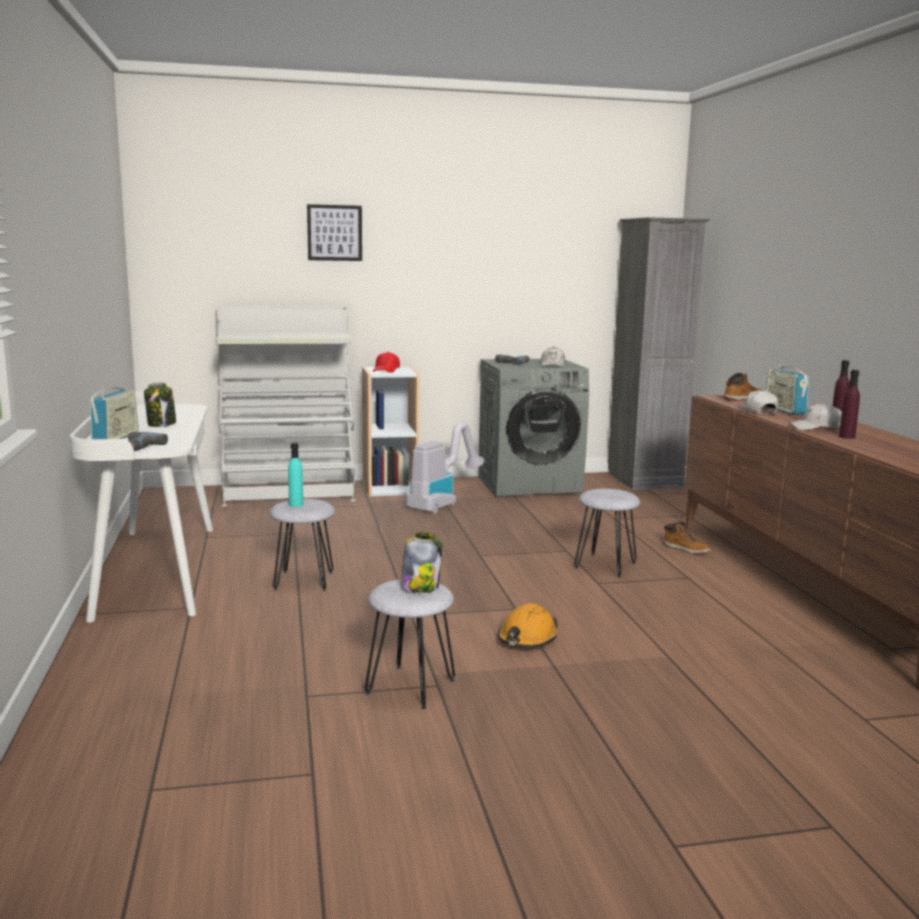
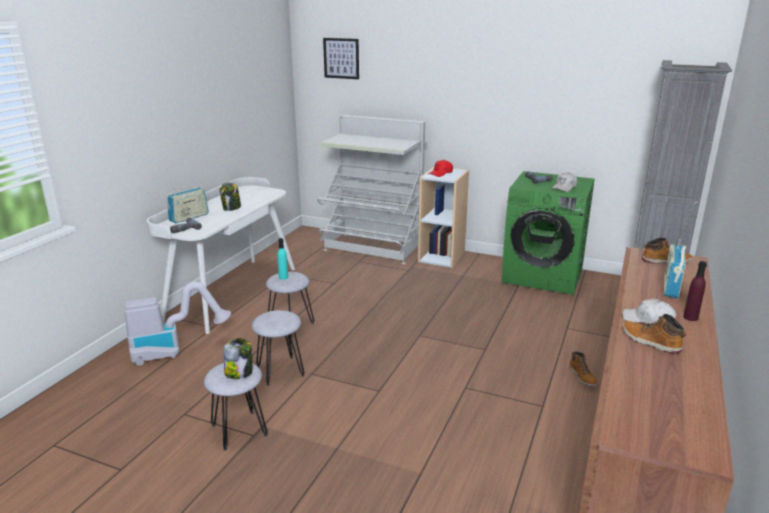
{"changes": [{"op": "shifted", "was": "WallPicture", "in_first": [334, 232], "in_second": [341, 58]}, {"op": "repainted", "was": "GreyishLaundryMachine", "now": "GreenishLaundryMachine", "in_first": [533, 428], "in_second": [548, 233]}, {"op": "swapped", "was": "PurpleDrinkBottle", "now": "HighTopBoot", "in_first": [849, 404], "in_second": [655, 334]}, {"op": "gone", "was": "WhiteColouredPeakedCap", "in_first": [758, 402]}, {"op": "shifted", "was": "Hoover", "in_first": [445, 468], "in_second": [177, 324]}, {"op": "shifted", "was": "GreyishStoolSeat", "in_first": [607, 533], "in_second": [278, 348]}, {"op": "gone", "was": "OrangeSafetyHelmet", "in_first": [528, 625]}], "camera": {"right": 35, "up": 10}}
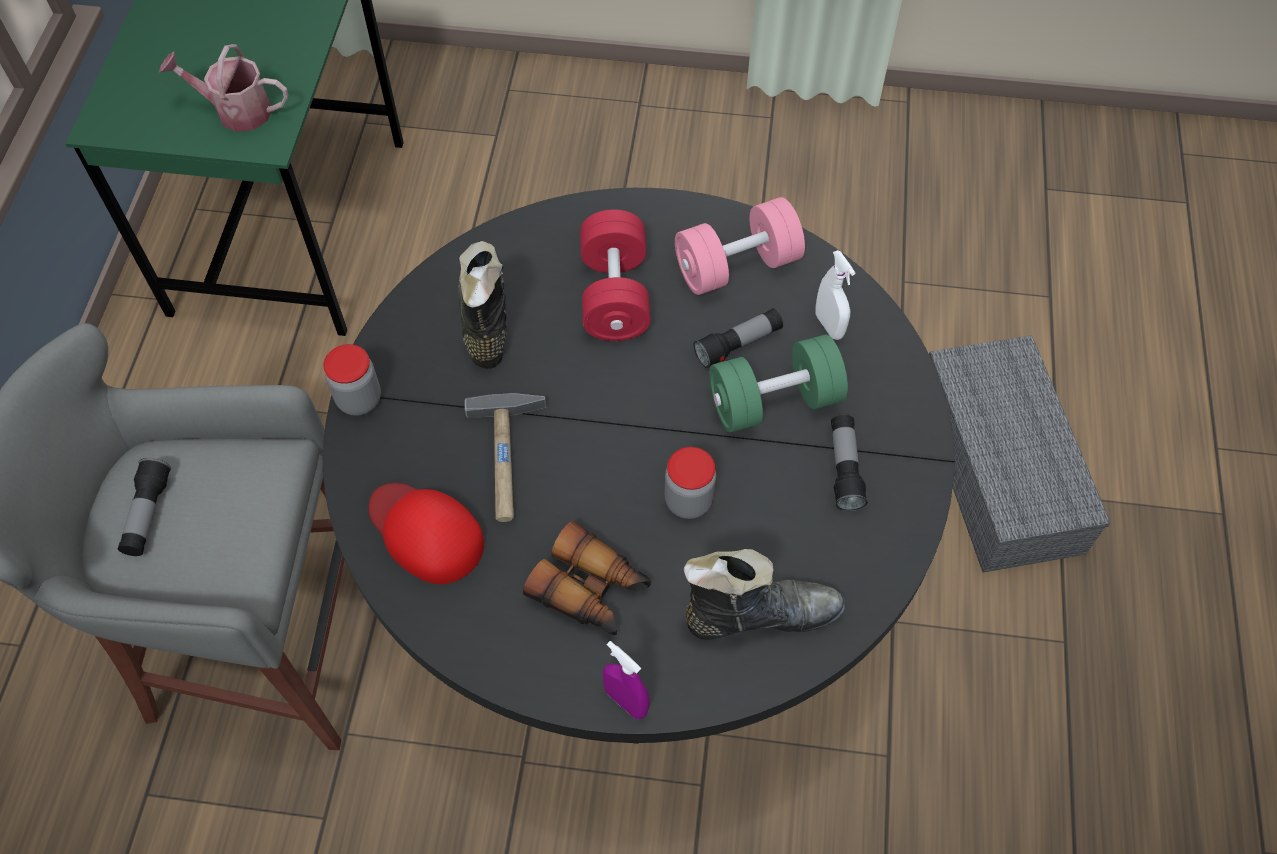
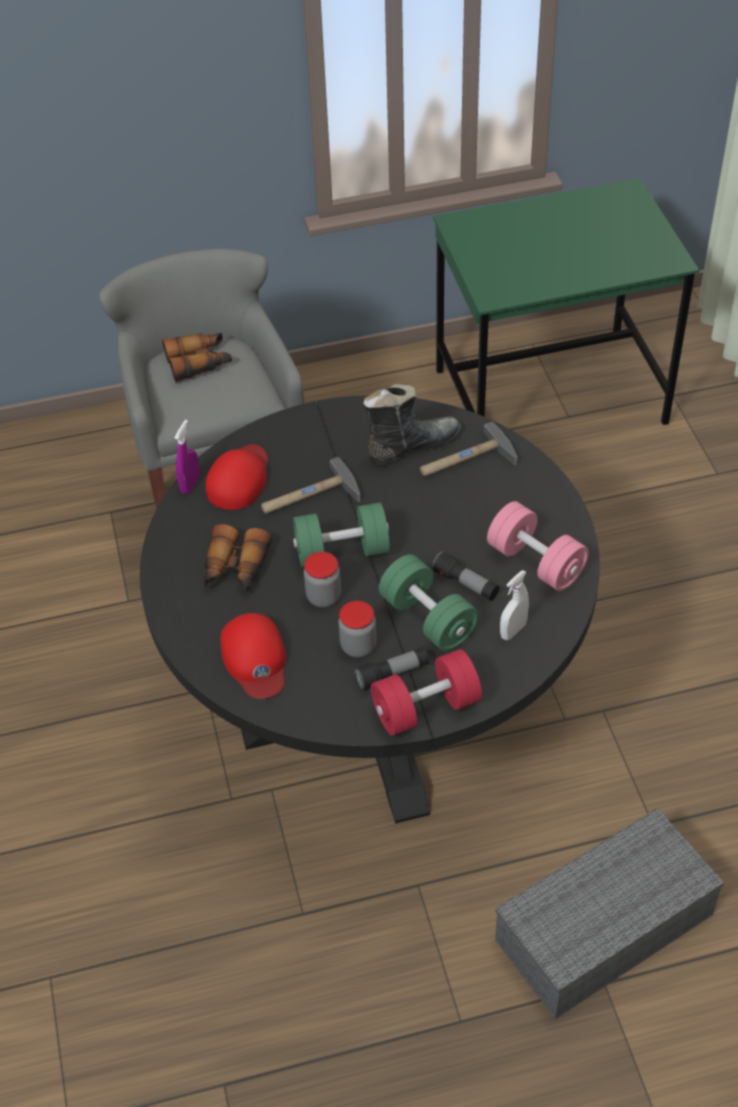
{"changes": [{"op": "gone", "was": "WateringPot", "in_first": [223, 88]}, {"op": "shifted", "was": "ReddishFreeWeight", "in_first": [615, 275], "in_second": [426, 692]}, {"op": "shifted", "was": "PreserveJar", "in_first": [352, 380], "in_second": [358, 629]}, {"op": "swapped", "was": "Flashlight", "now": "PairOfBinoculars", "in_first": [144, 507], "in_second": [197, 357]}, {"op": "swapped", "was": "BlackishHighTopBoot", "now": "ReddishPeakedCap", "in_first": [764, 594], "in_second": [253, 656]}, {"op": "shifted", "was": "PurpleSprayer", "in_first": [626, 680], "in_second": [187, 457]}, {"op": "new", "now": "HandHammer", "in_second": [468, 449]}, {"op": "new", "now": "GreenishFreeWeight", "in_second": [341, 535]}], "camera": {"right": 70, "up": -10}}
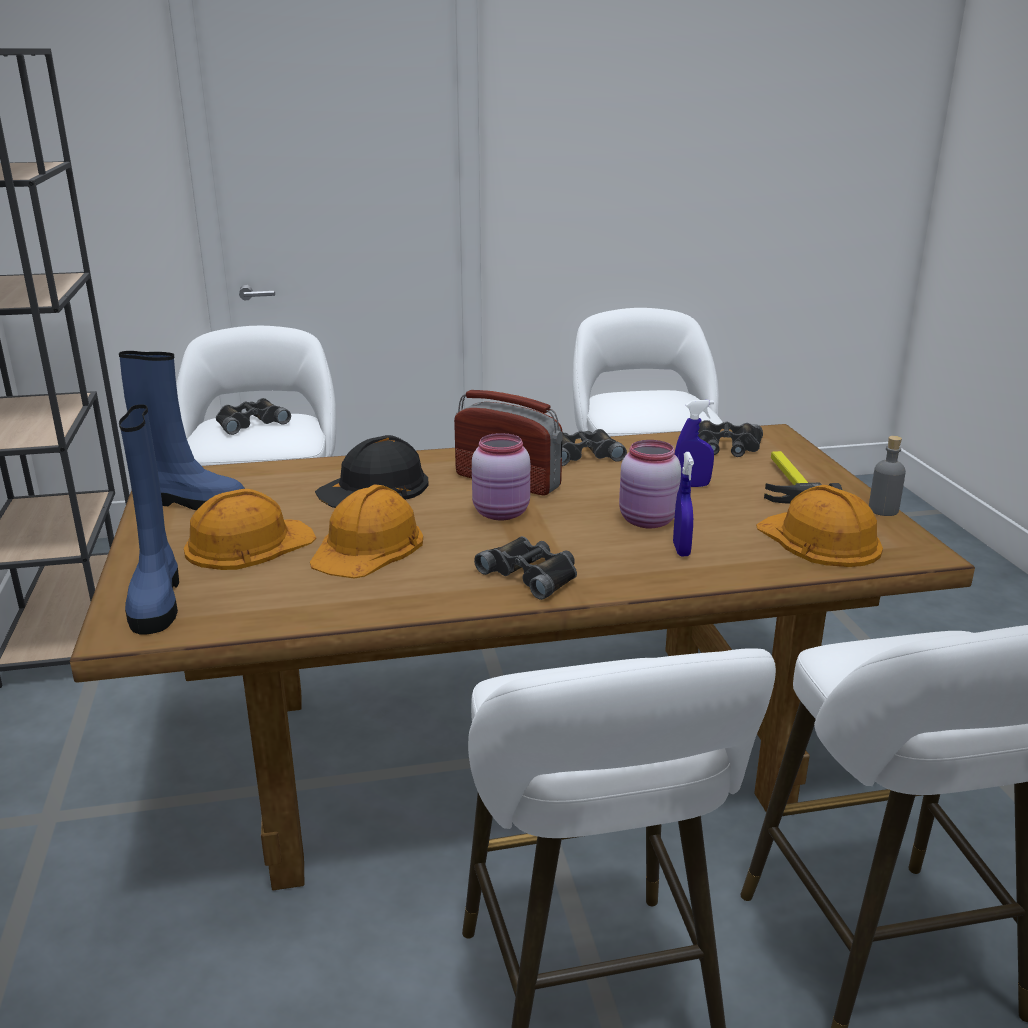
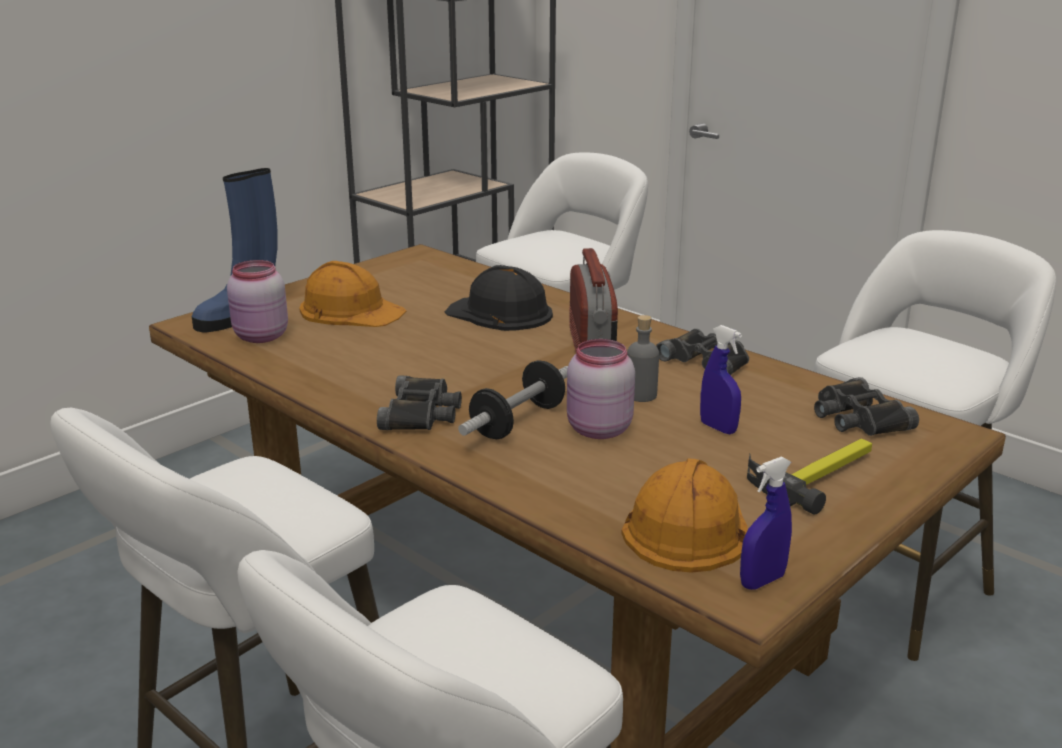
{"changes": [{"op": "gone", "was": "BluishHighTopBoot", "in_first": [182, 430]}, {"op": "gone", "was": "BlackishPairOfBinoculars", "in_first": [253, 416]}, {"op": "shifted", "was": "PinkishPreserveJar", "in_first": [501, 476], "in_second": [257, 301]}, {"op": "shifted", "was": "GreyishDrinkBottle", "in_first": [887, 476], "in_second": [643, 358]}, {"op": "shifted", "was": "BluishSprayer", "in_first": [683, 504], "in_second": [766, 523]}, {"op": "gone", "was": "OrangeSafetyHelmet", "in_first": [366, 531]}, {"op": "new", "now": "FreeWeight", "in_second": [513, 399]}], "camera": {"right": 55, "up": 0}}
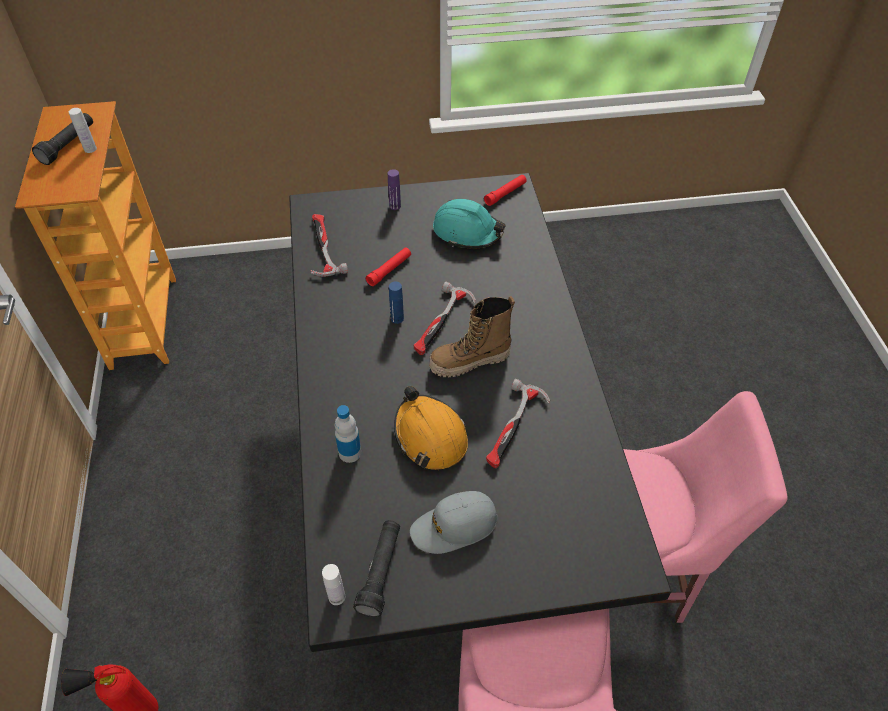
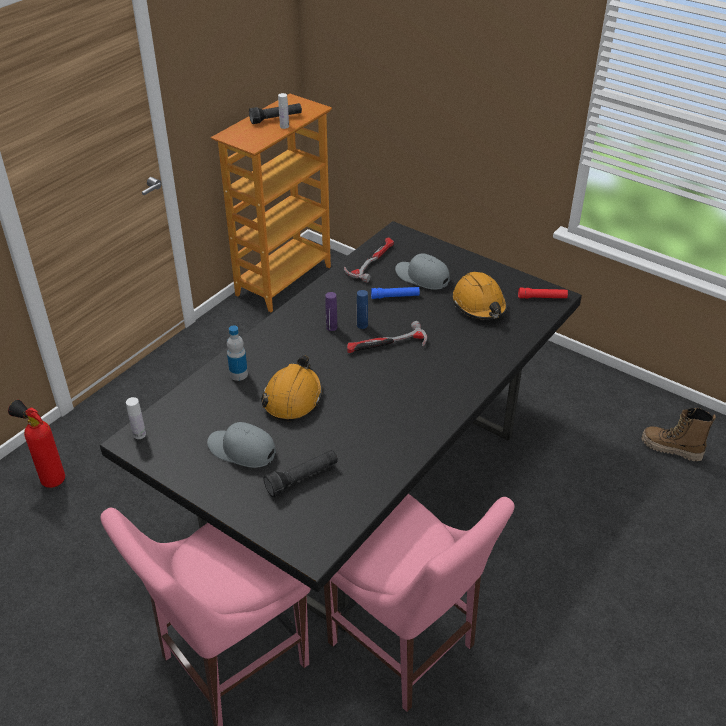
{"changes": [{"op": "shifted", "was": "PurpleDrinkBottle", "in_first": [394, 189], "in_second": [331, 311]}, {"op": "repainted", "was": "TurquoiseColouredSafetyHelmet", "now": "OrangeSafetyHelmet", "in_first": [469, 224], "in_second": [480, 296]}, {"op": "repainted", "was": "ReddishFlashlight", "now": "BluishFlashlight", "in_first": [388, 267], "in_second": [395, 293]}, {"op": "shifted", "was": "HighTopBoot", "in_first": [472, 336], "in_second": [678, 434]}, {"op": "gone", "was": "HandHammer", "in_first": [518, 423]}, {"op": "shifted", "was": "BlackishFlashlight", "in_first": [376, 568], "in_second": [300, 473]}, {"op": "new", "now": "GreyishPeakedCap", "in_second": [422, 272]}], "camera": {"right": 45, "up": -10}}
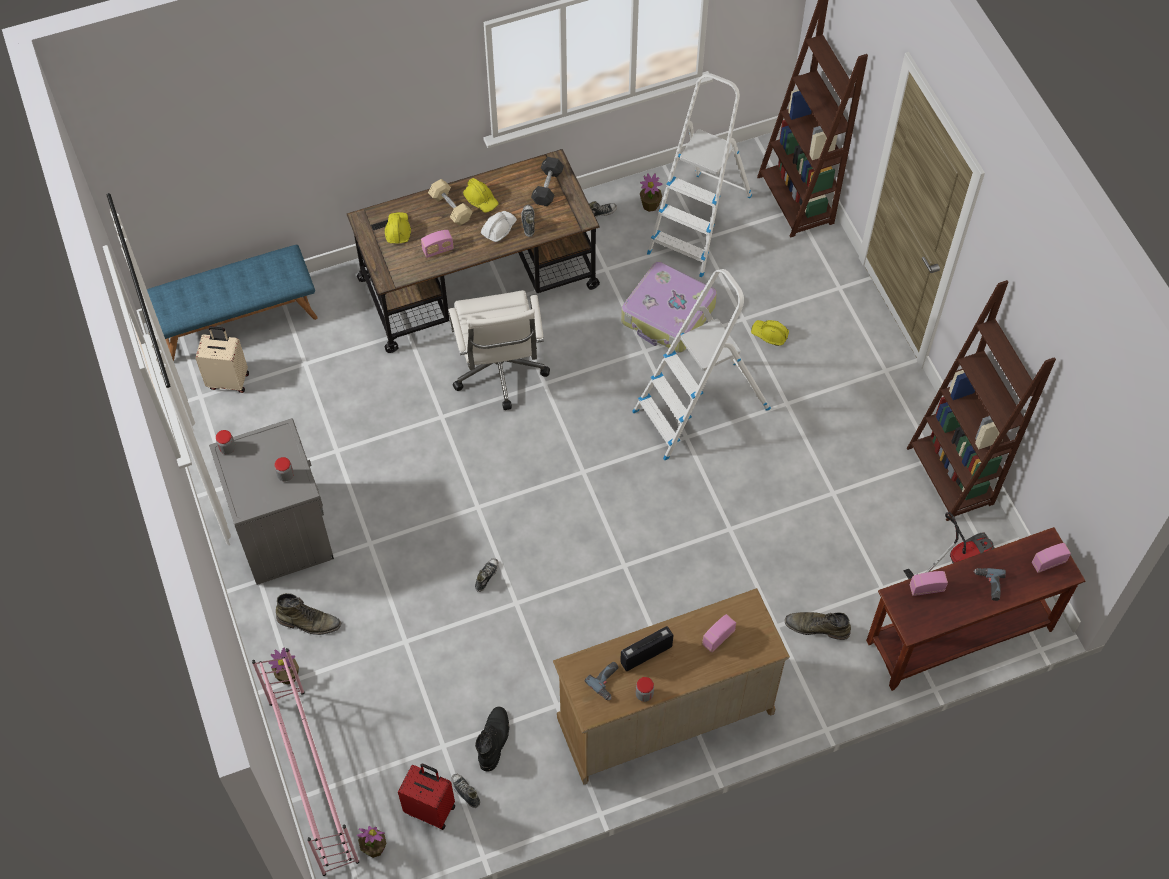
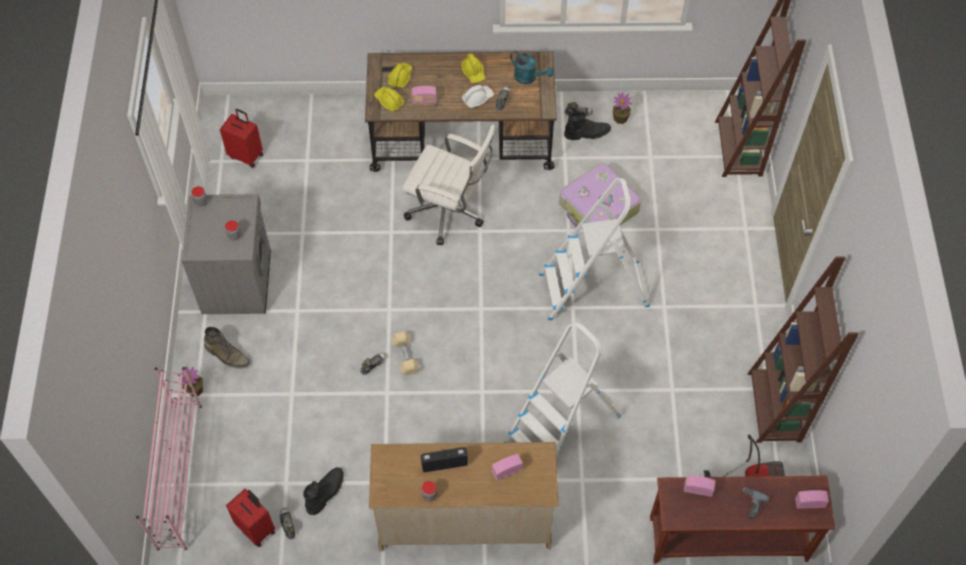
{"changes": [{"op": "shifted", "was": "WhiteColouredStepLadder", "in_first": [699, 175], "in_second": [562, 389]}, {"op": "swapped", "was": "BlackishFreeWeight", "now": "TurquoiseColouredWateringPot", "in_first": [547, 181], "in_second": [532, 67]}, {"op": "shifted", "was": "BeigeFreeWeight", "in_first": [450, 202], "in_second": [405, 353]}, {"op": "gone", "was": "BluishIndoorBench", "in_first": [232, 303]}, {"op": "rotated", "was": "WhiteColouredComputerChair", "in_first": [499, 350], "in_second": [448, 184], "clockwise": -75}, {"op": "shifted", "was": "YellowSafetyHelmet", "in_first": [770, 333], "in_second": [389, 99]}, {"op": "repainted", "was": "BeigeSuitcase", "now": "ReddishSuitcase", "in_first": [222, 359], "in_second": [241, 138]}, {"op": "gone", "was": "GreenishHighTopBoot", "in_first": [818, 626]}, {"op": "gone", "was": "ElectricDrill", "in_first": [602, 681]}, {"op": "gone", "was": "PottedPlant", "in_first": [371, 842]}, {"op": "new", "now": "BlackishHighTopBoot", "in_second": [587, 126]}], "camera": {"right": 20, "up": 0}}
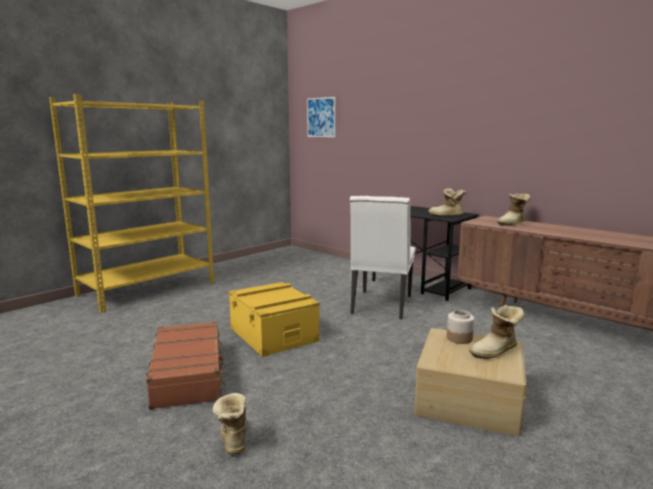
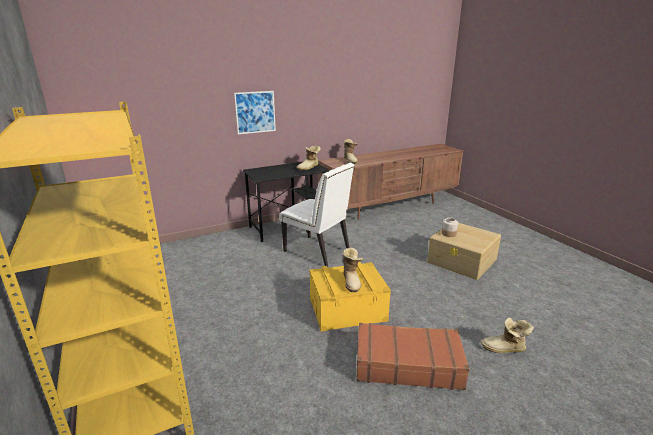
{"changes": [{"op": "shifted", "was": "WallPicture", "in_first": [321, 117], "in_second": [255, 112]}, {"op": "shifted", "was": "HighTopBoot", "in_first": [497, 332], "in_second": [353, 269]}], "camera": {"right": -70, "up": 10}}
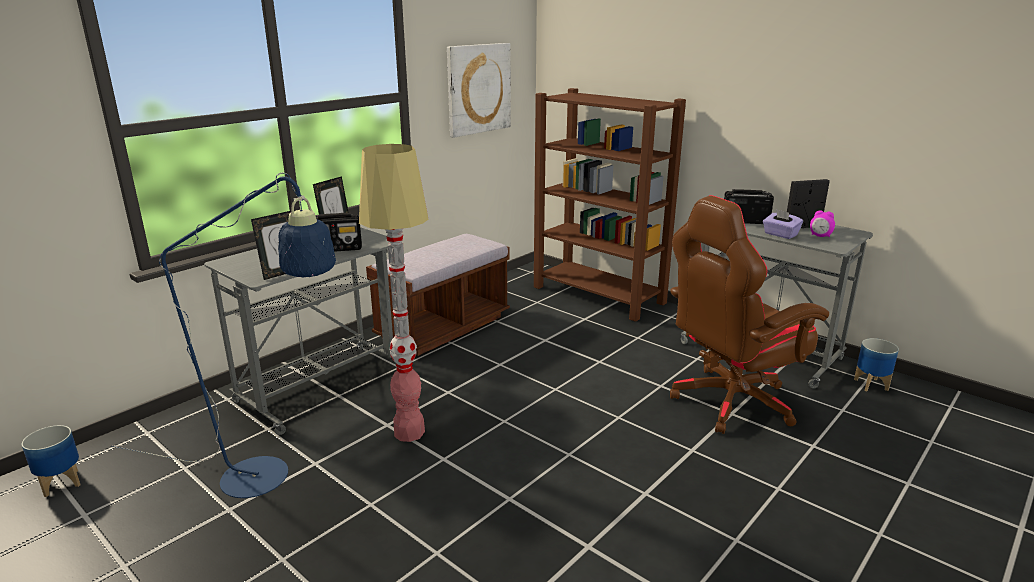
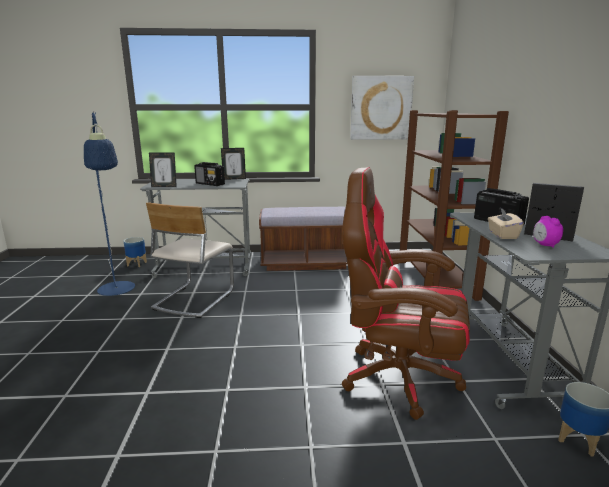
{"changes": [{"op": "swapped", "was": "StandardLamp", "now": "BeigePlainChair", "in_first": [393, 293], "in_second": [190, 260]}, {"op": "repainted", "was": "PurpleTissueBox", "now": "BeigeTissueBox", "in_first": [783, 224], "in_second": [506, 223]}, {"op": "shifted", "was": "PlantPot", "in_first": [51, 461], "in_second": [135, 252]}], "camera": {"right": 45, "up": -5}}
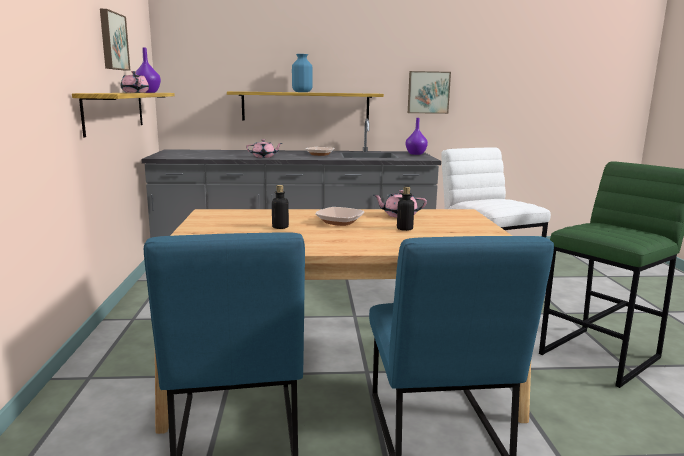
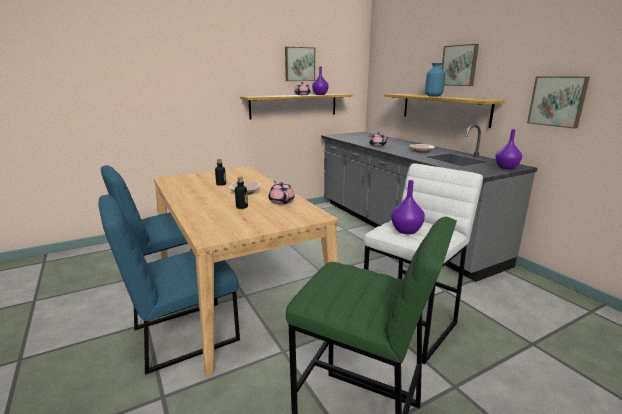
{"changes": [{"op": "new", "now": "WallPicture", "in_second": [460, 65]}, {"op": "new", "now": "PurpleFlowerVase", "in_second": [408, 207]}], "camera": {"right": 65, "up": 5}}
